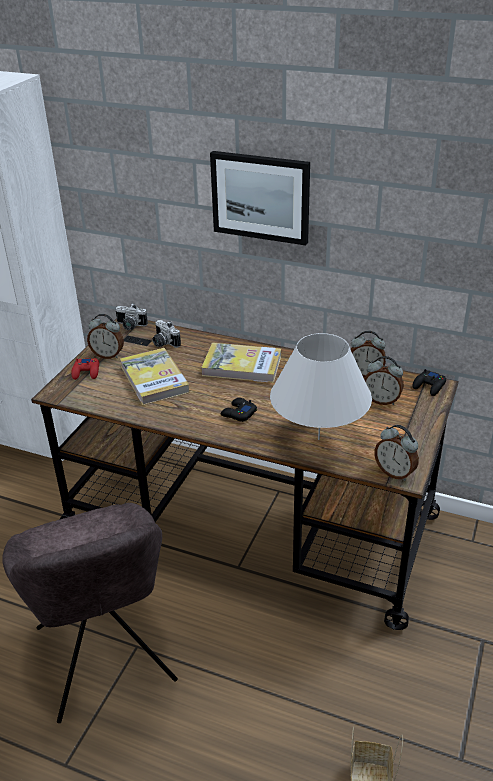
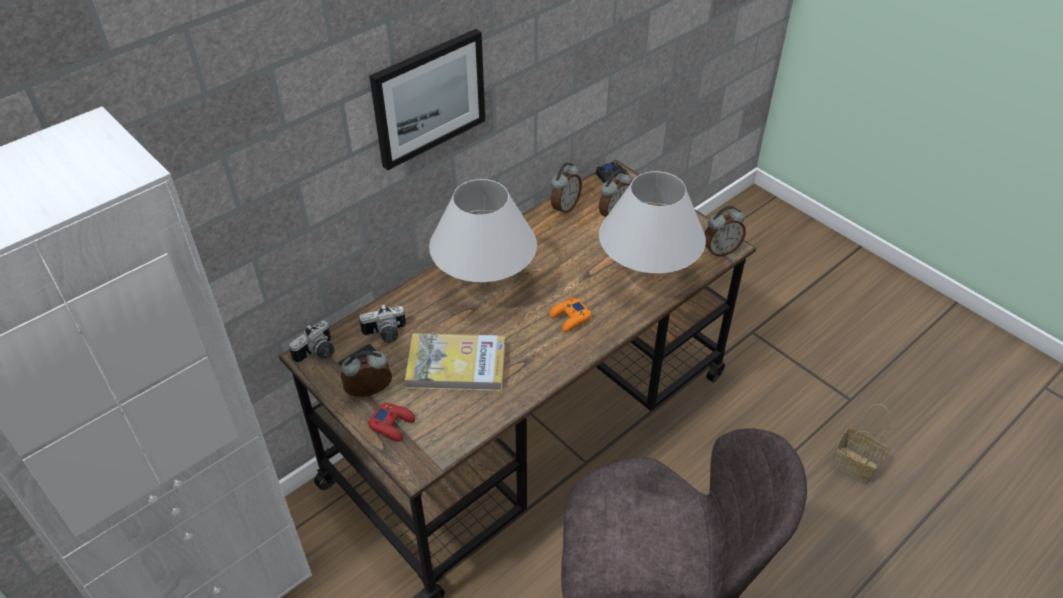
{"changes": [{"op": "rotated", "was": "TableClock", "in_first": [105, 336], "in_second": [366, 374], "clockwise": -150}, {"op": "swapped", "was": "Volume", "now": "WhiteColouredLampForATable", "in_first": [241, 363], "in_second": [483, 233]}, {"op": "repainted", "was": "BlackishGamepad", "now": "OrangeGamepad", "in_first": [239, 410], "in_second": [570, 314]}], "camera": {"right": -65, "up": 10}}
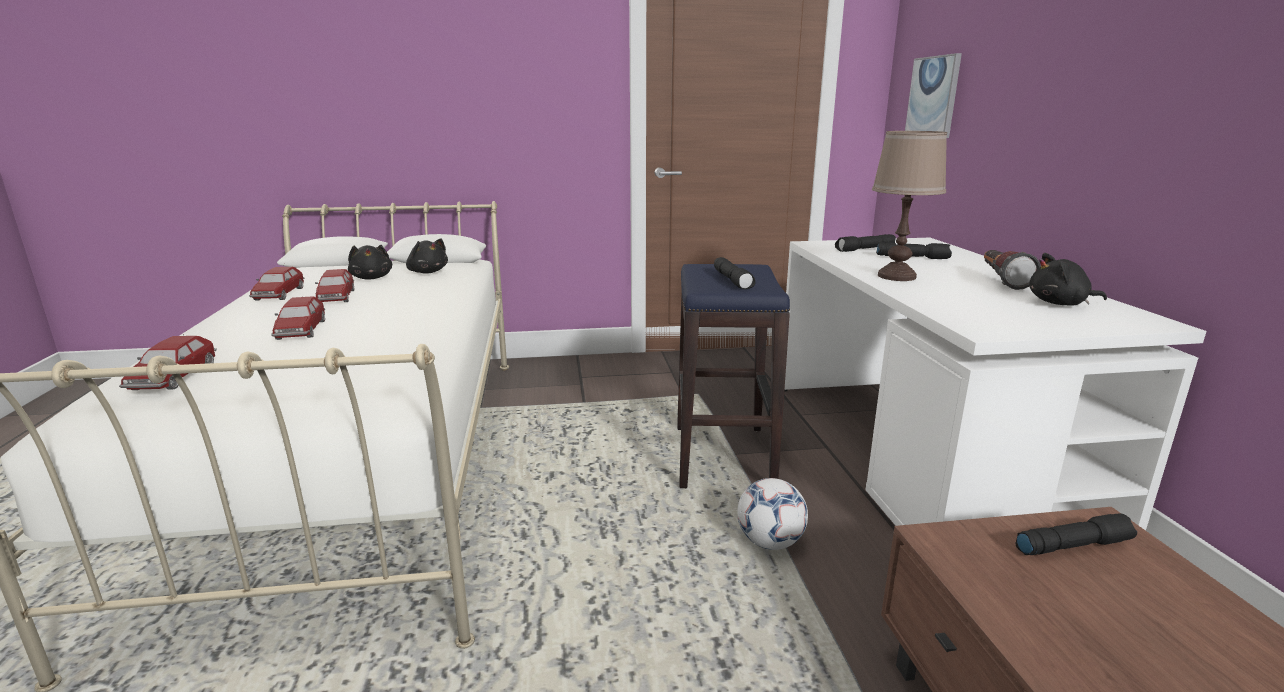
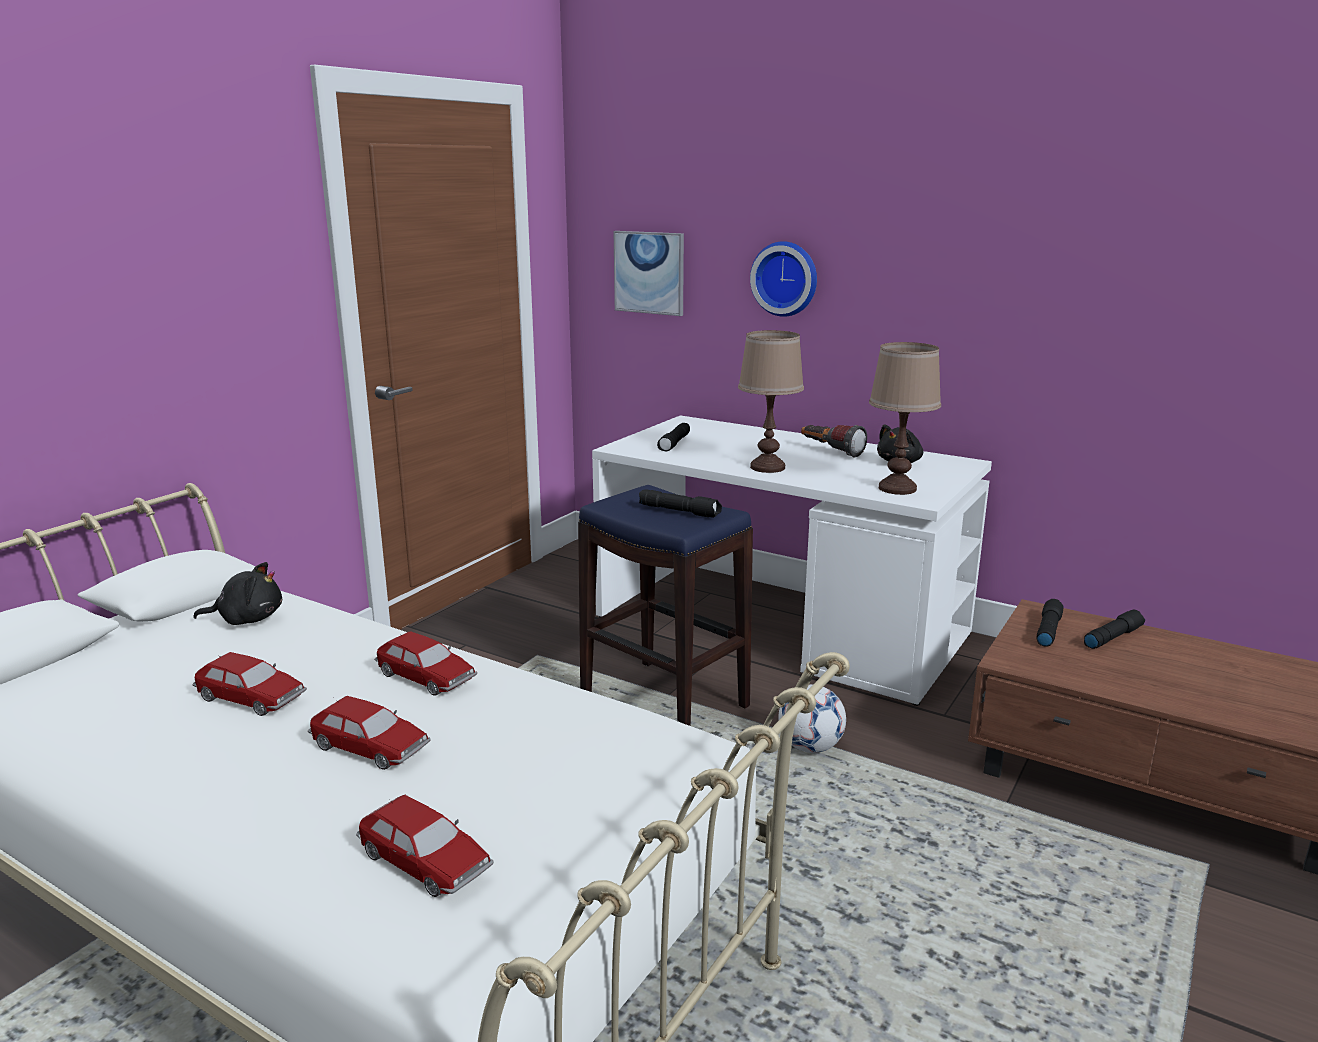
{"changes": [{"op": "shifted", "was": "BlackishFlashlight", "in_first": [914, 250], "in_second": [1114, 629]}, {"op": "gone", "was": "BlackishCuddlyToy", "in_first": [370, 262]}, {"op": "shifted", "was": "MiniatureCar", "in_first": [276, 283], "in_second": [425, 663]}, {"op": "new", "now": "ClockOnTheWall", "in_second": [783, 279]}, {"op": "new", "now": "BrownColouredLampForATable", "in_second": [905, 418]}], "camera": {"right": -50, "up": 0}}
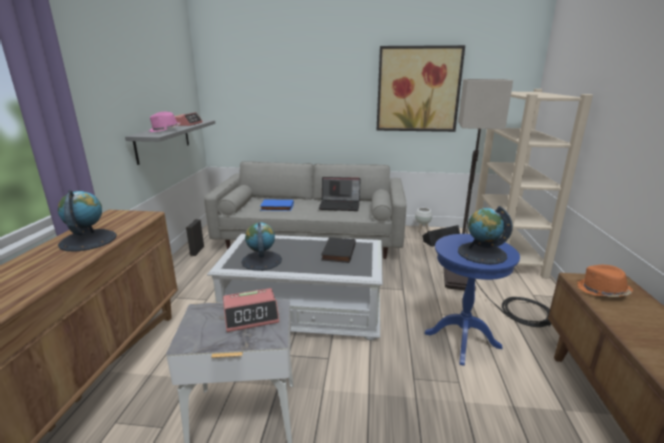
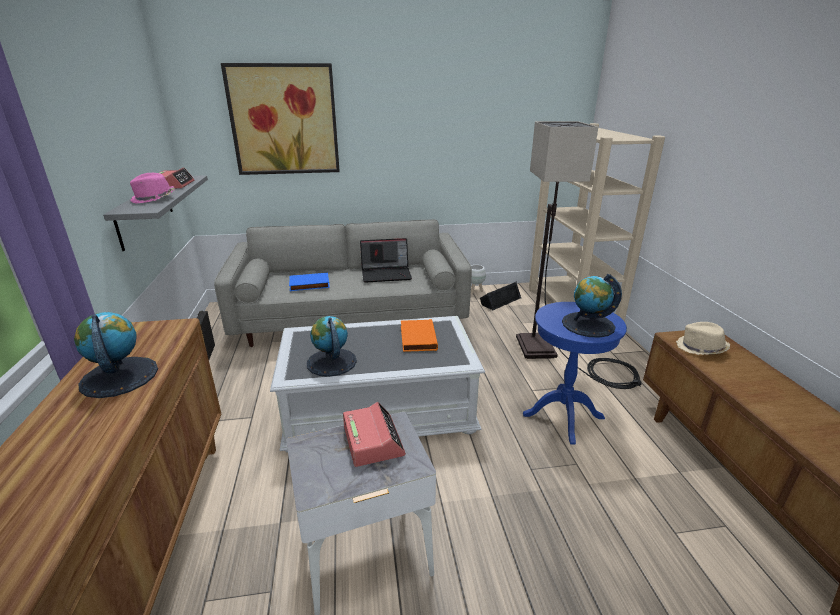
{"changes": [{"op": "shifted", "was": "WallPicture", "in_first": [421, 88], "in_second": [280, 119]}, {"op": "repainted", "was": "BlackishVolume", "now": "OrangeVolume", "in_first": [338, 250], "in_second": [419, 335]}, {"op": "repainted", "was": "OrangeClothingHat", "now": "BeigeClothingHat", "in_first": [605, 281], "in_second": [703, 338]}, {"op": "rotated", "was": "TableClock", "in_first": [251, 310], "in_second": [374, 434], "clockwise": -75}], "camera": {"right": -15, "up": 5}}
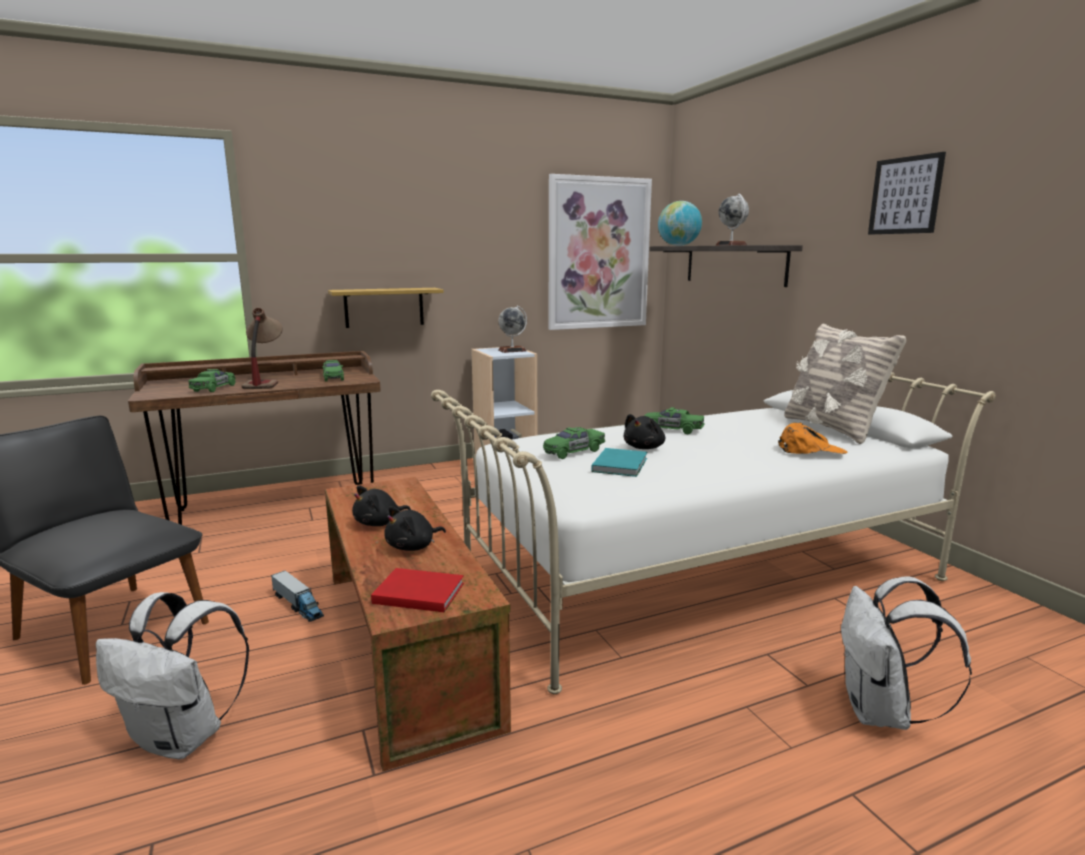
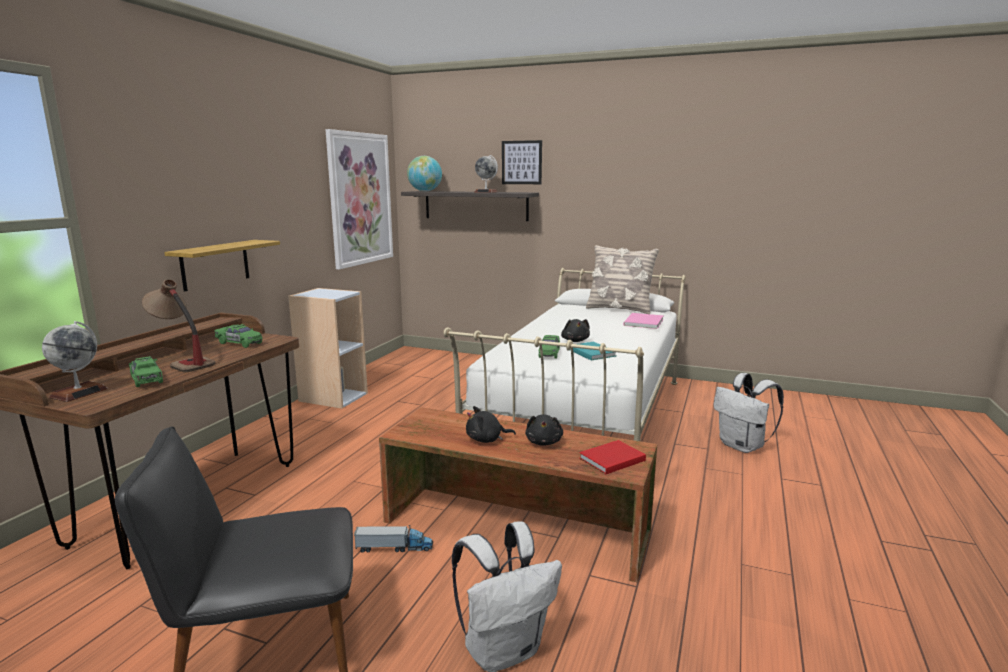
{"changes": [{"op": "shifted", "was": "WallPicture", "in_first": [907, 193], "in_second": [522, 162]}, {"op": "shifted", "was": "Globe", "in_first": [512, 329], "in_second": [75, 361]}, {"op": "gone", "was": "GreenishMiniatureCar", "in_first": [674, 420]}, {"op": "swapped", "was": "OrangePeakedCap", "now": "PinkishVolume", "in_first": [812, 438], "in_second": [643, 321]}, {"op": "rotated", "was": "BlackishCuddlyToy", "in_first": [381, 506], "in_second": [491, 424], "clockwise": 75}], "camera": {"right": -45, "up": 0}}
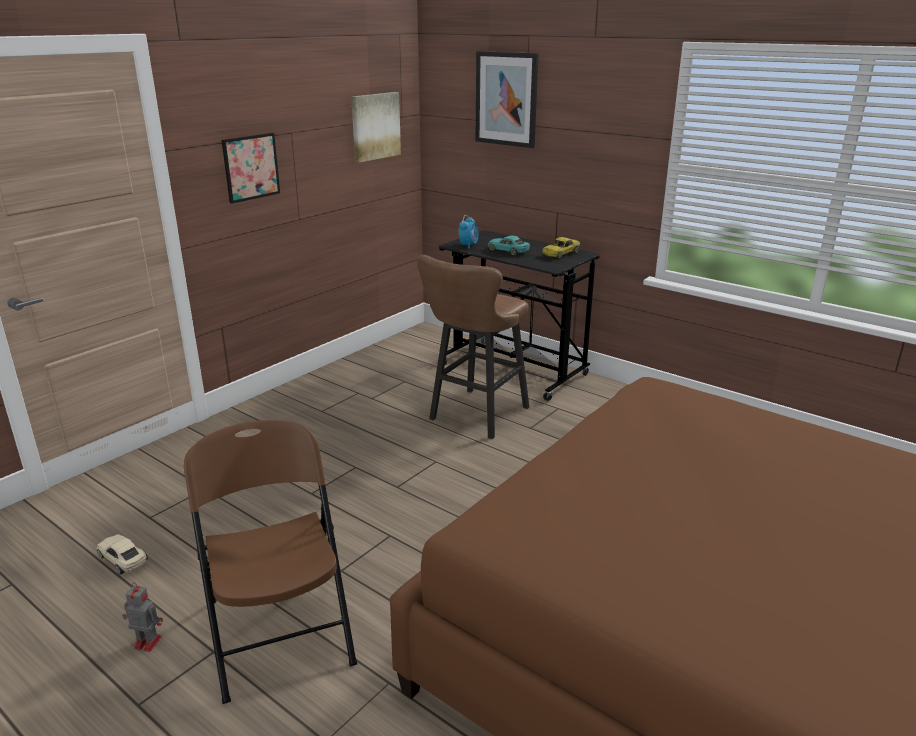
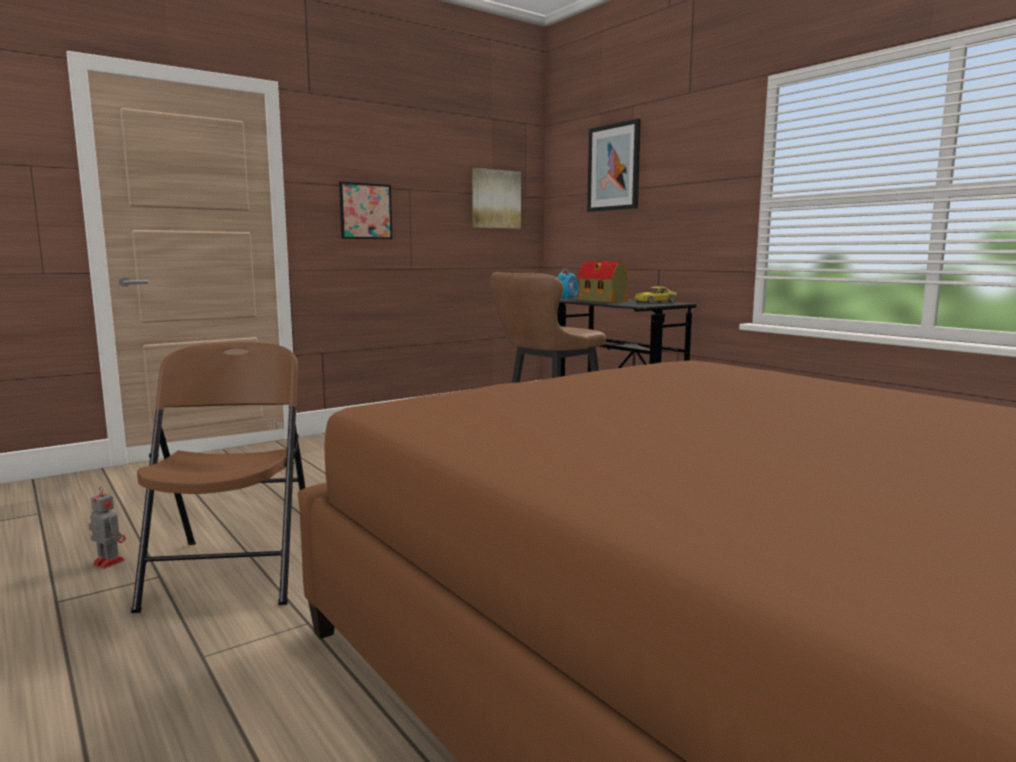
{"changes": [{"op": "swapped", "was": "TurquoiseColouredMiniatureCar", "now": "ToyHouse", "in_first": [509, 245], "in_second": [603, 282]}, {"op": "gone", "was": "BeigeMiniatureCar", "in_first": [122, 554]}], "camera": {"right": 15, "up": -15}}
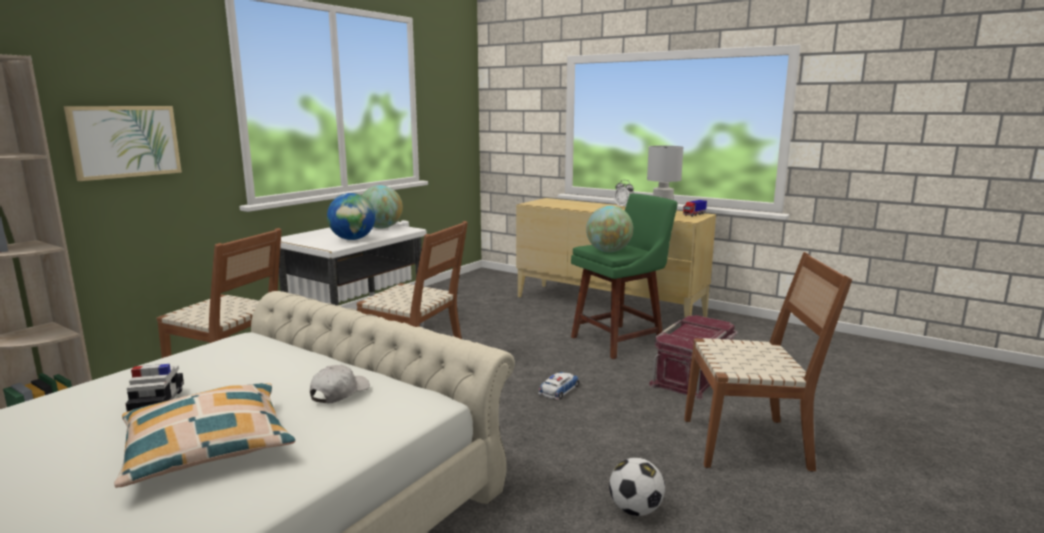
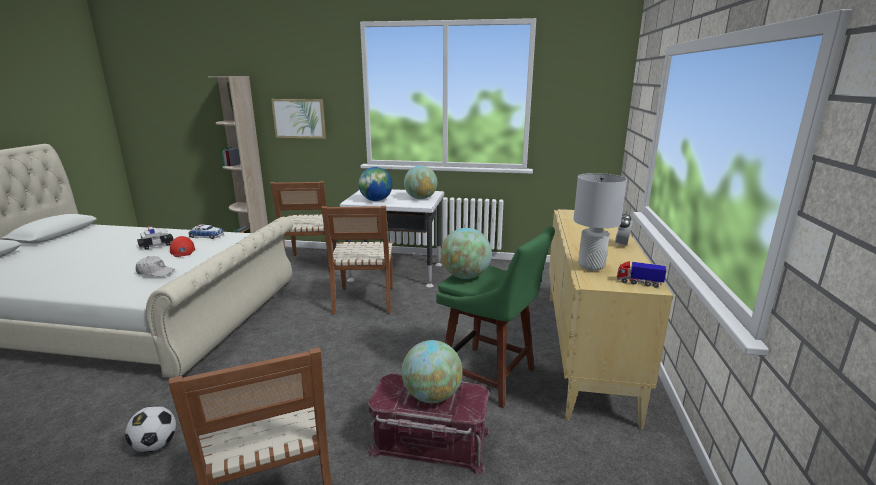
{"changes": [{"op": "shifted", "was": "MiniatureCar", "in_first": [558, 386], "in_second": [206, 231]}, {"op": "gone", "was": "ThrowPillow", "in_first": [204, 435]}, {"op": "new", "now": "ReddishPeakedCap", "in_second": [182, 246]}, {"op": "new", "now": "Globe", "in_second": [432, 371]}], "camera": {"right": 65, "up": 5}}
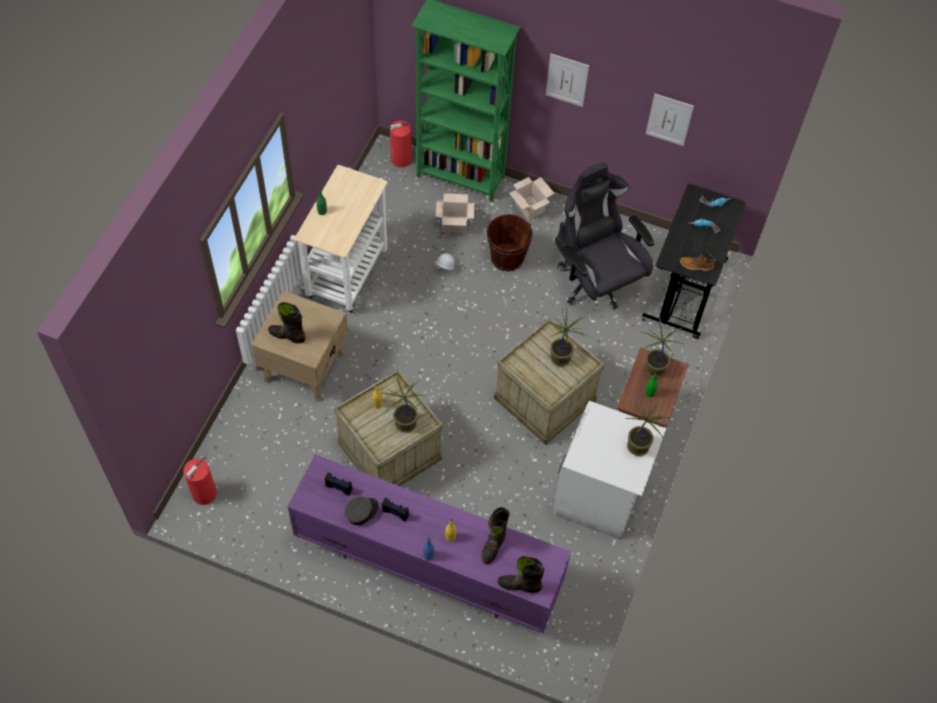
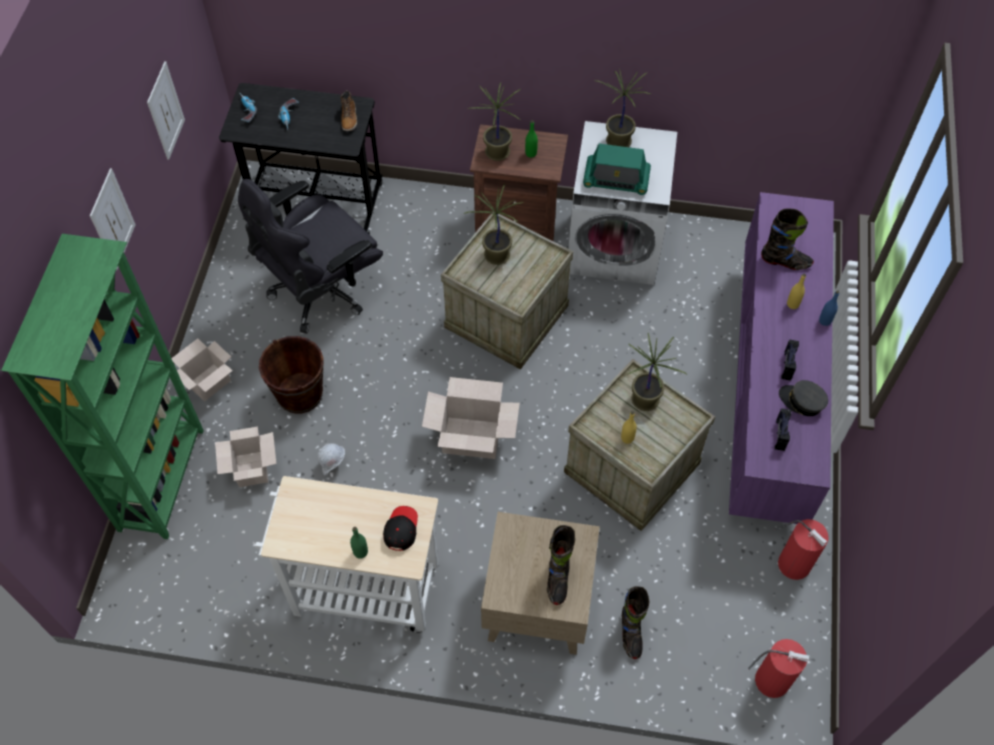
{"changes": [{"op": "shifted", "was": "FireExtinguisher", "in_first": [403, 143], "in_second": [801, 549]}, {"op": "shifted", "was": "BlackishHighTopBoot", "in_first": [521, 574], "in_second": [635, 622]}, {"op": "new", "now": "RadioSet", "in_second": [617, 169]}, {"op": "new", "now": "CardboardBox", "in_second": [471, 418]}, {"op": "new", "now": "BlackishPeakedCap", "in_second": [400, 528]}], "camera": {"right": -100, "up": 0}}
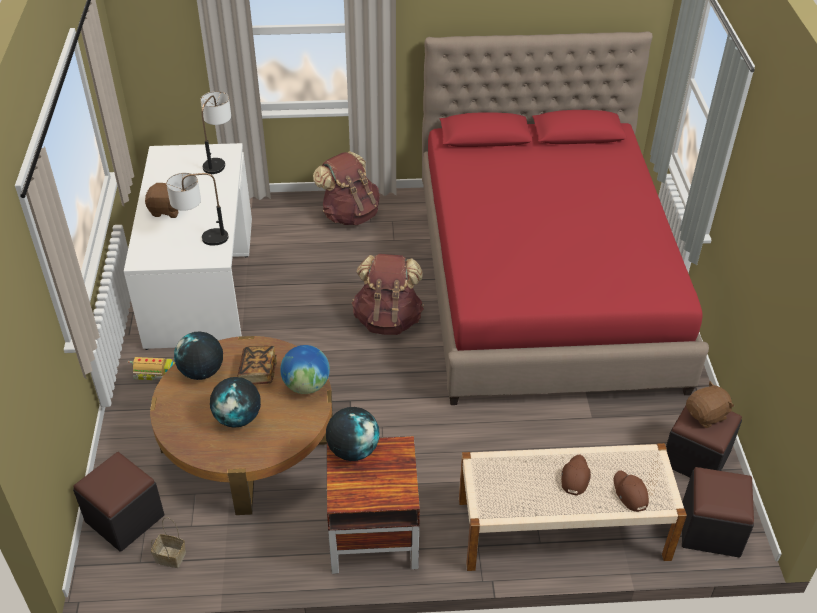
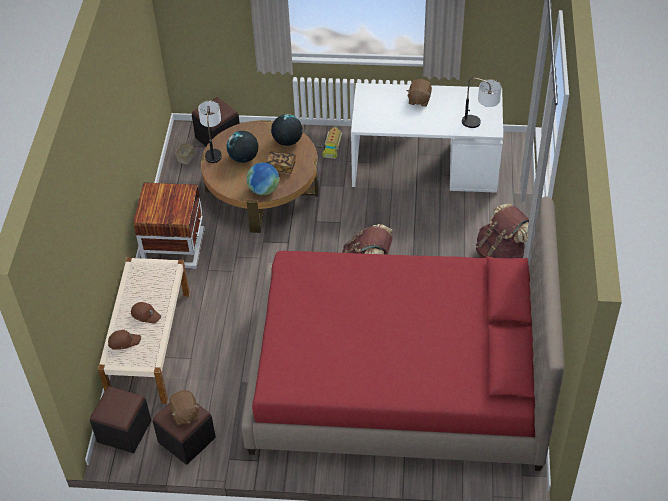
{"changes": [{"op": "shifted", "was": "LampForATable", "in_first": [197, 209], "in_second": [210, 132]}, {"op": "gone", "was": "Globe", "in_first": [353, 434]}], "camera": {"right": 100, "up": 5}}
